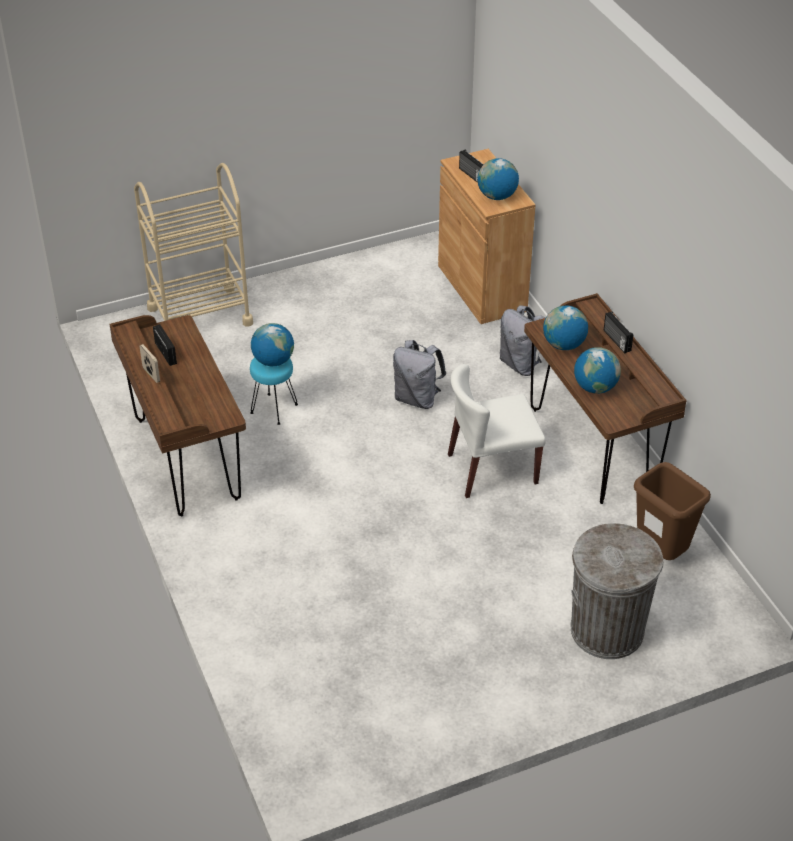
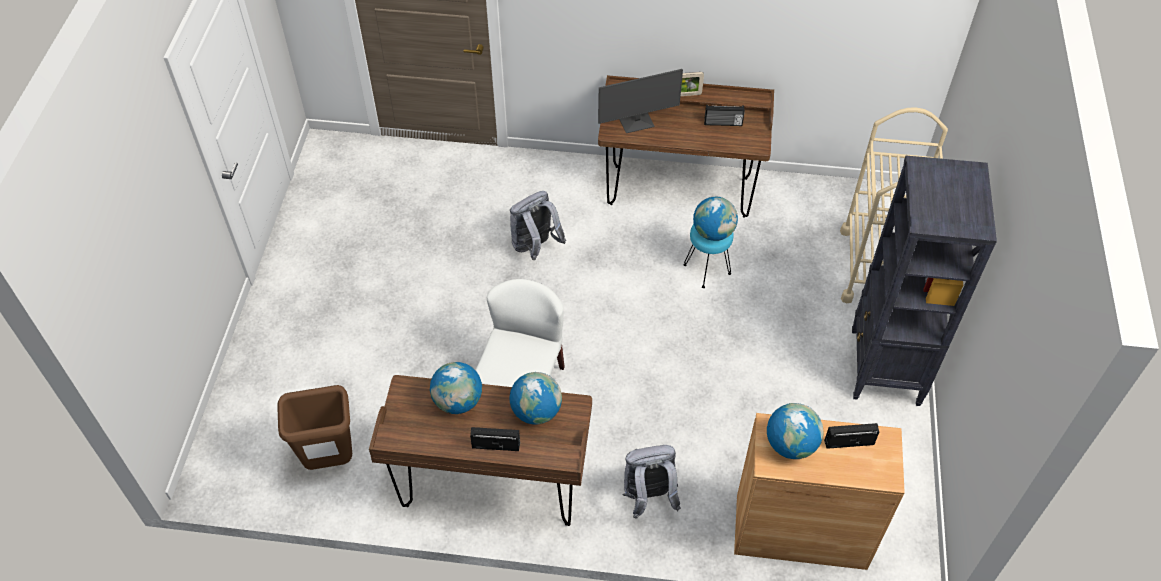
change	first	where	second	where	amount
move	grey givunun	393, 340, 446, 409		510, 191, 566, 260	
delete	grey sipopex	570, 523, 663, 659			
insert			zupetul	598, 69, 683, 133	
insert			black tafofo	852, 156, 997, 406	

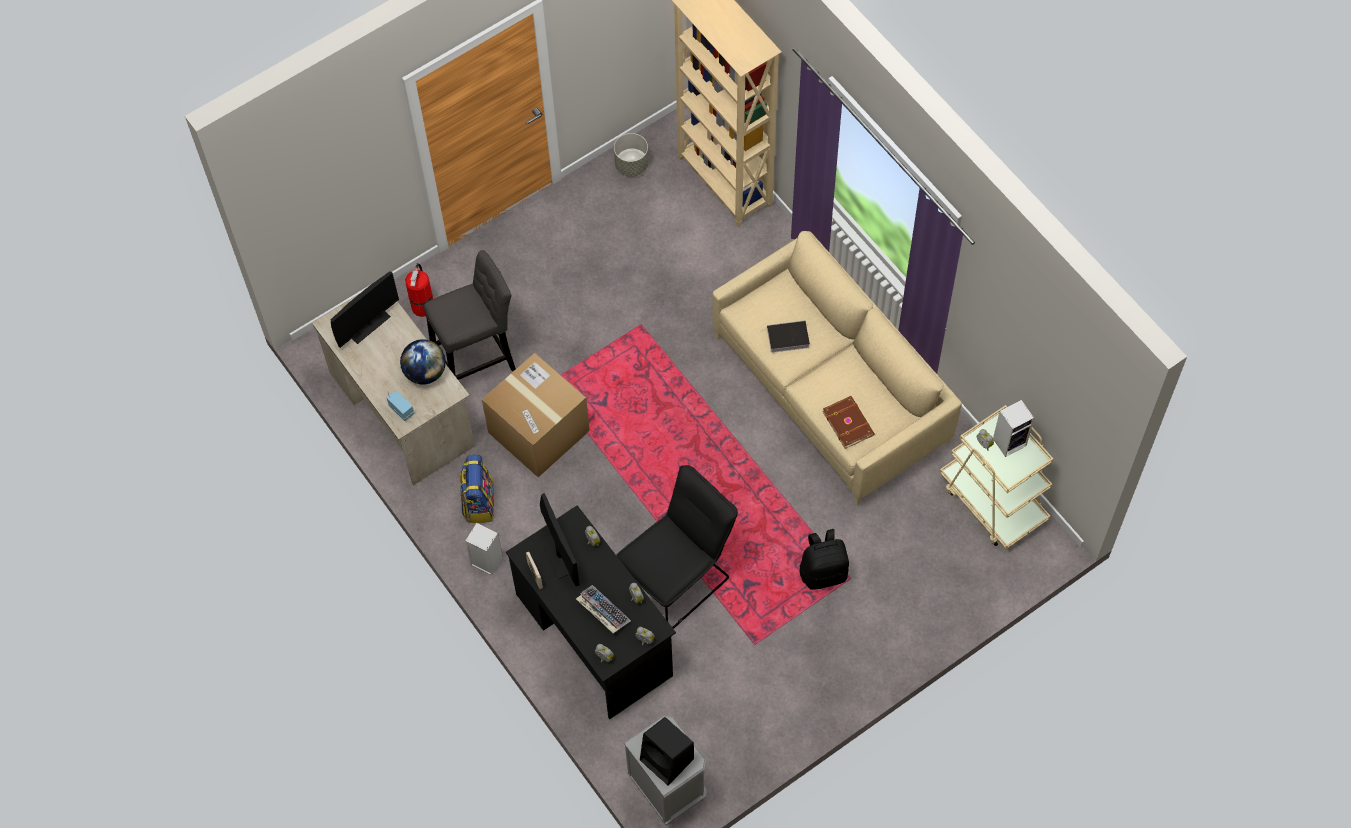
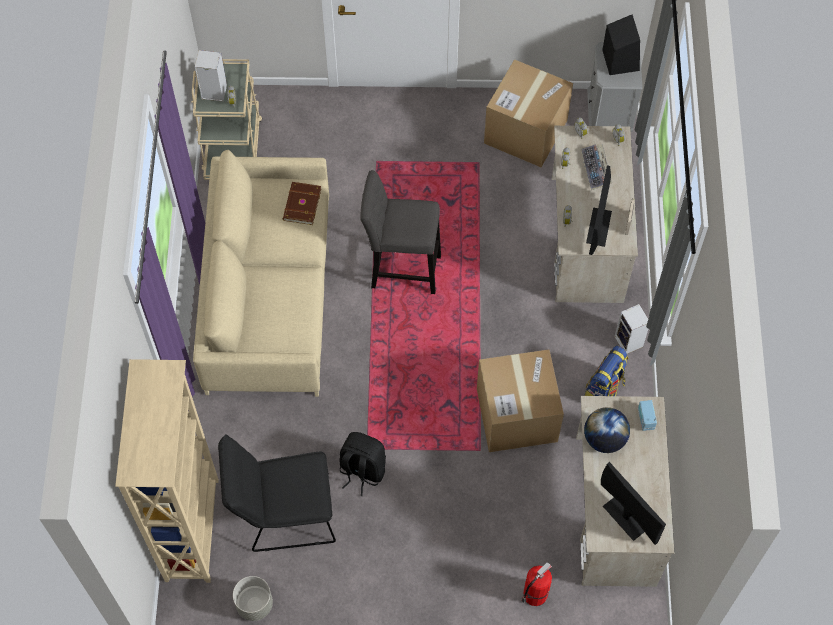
change	first	where	second	where	amount
move	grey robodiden	424, 250, 516, 380		361, 170, 441, 294	
rotate	zupetul	331, 271, 399, 348		601, 462, 666, 545	60 degrees clockwise
delete	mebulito	761, 320, 810, 353			
move	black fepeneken	616, 465, 738, 629		218, 434, 336, 552	
recolor	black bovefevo	506, 505, 676, 719	beige bovefevo	552, 126, 638, 303	
move	black givunun	799, 529, 849, 590		339, 432, 386, 496	
insert			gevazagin	484, 59, 573, 167	

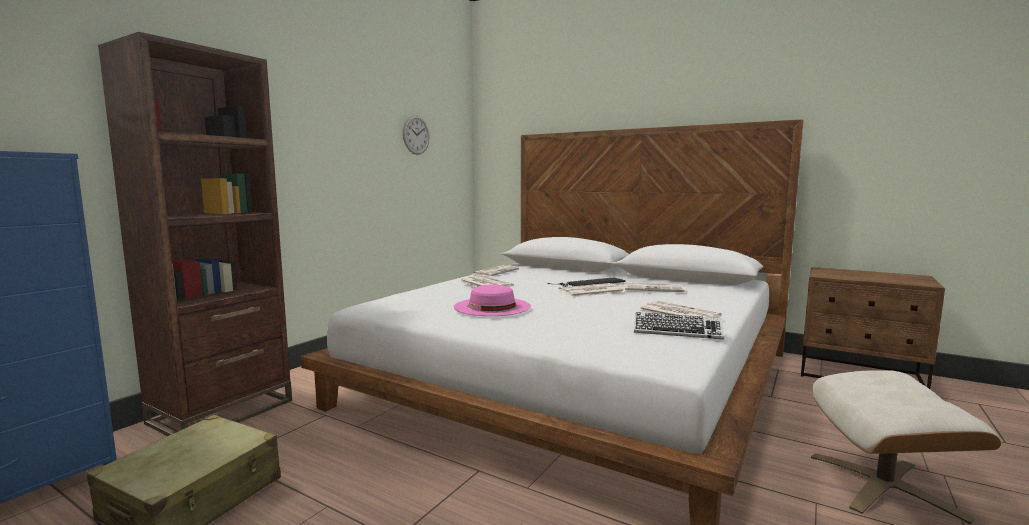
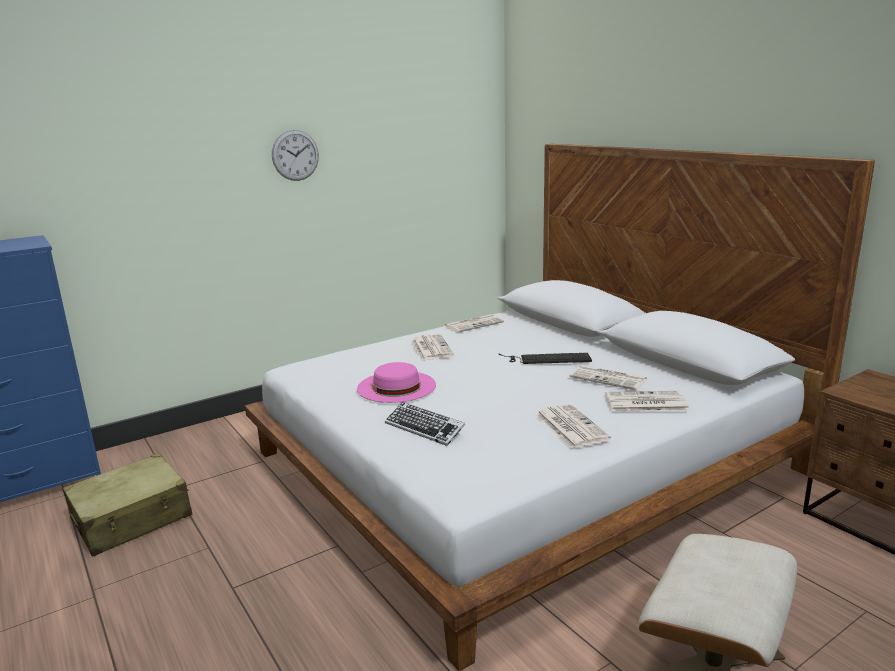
change	first	where	second	where	amount
delete	brown tafofo	98, 32, 292, 436			
move	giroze	403, 115, 430, 155		272, 130, 319, 181	
move	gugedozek	558, 283, 624, 297		606, 391, 690, 412	
move	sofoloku	634, 312, 724, 339		385, 402, 465, 446	

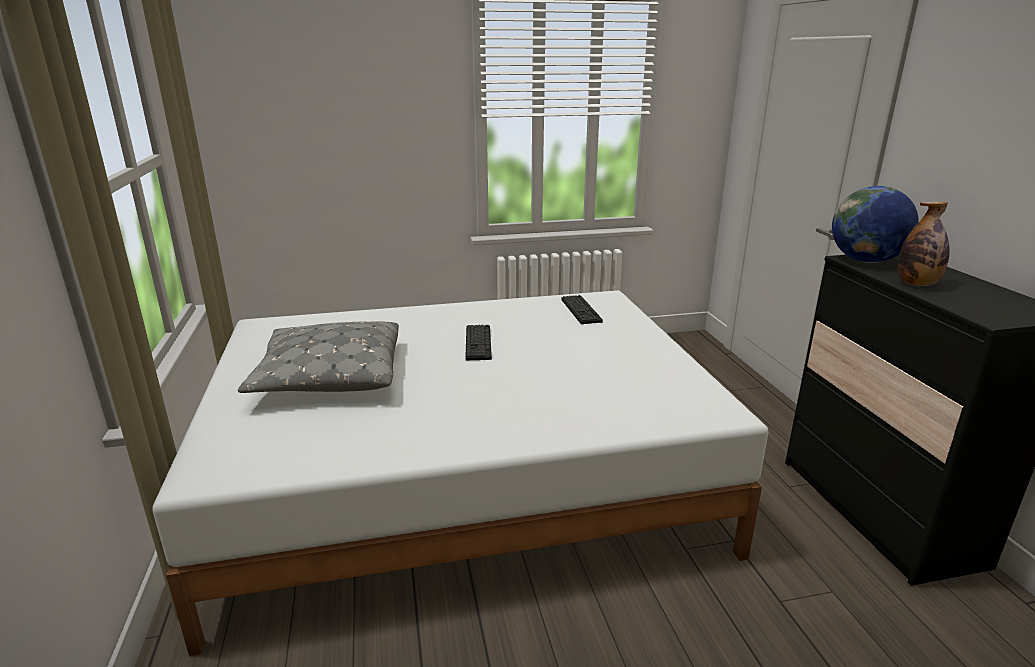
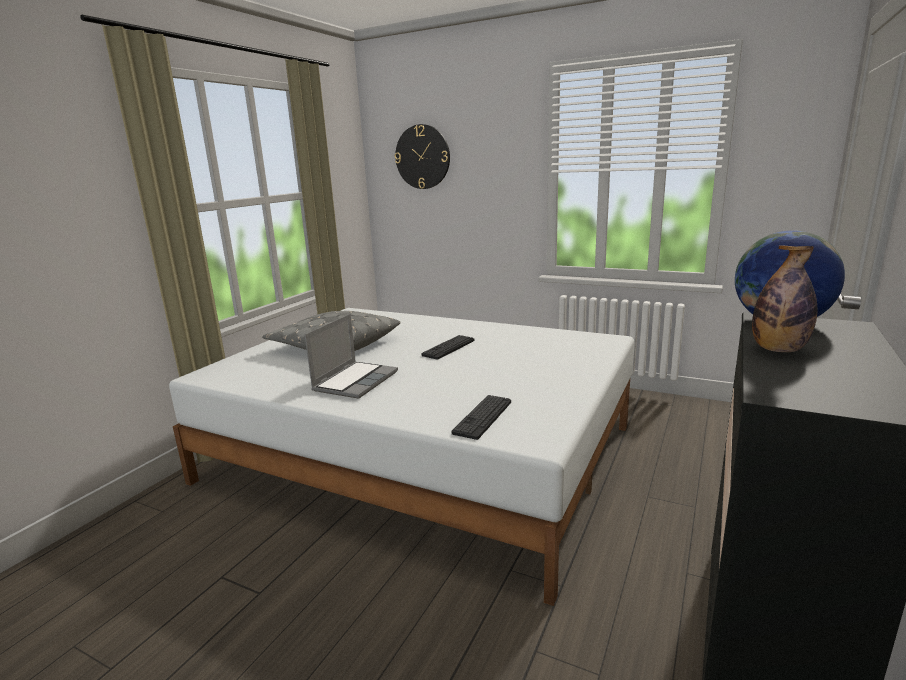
change	first	where	second	where	amount
move	sofoloku	561, 295, 603, 324		452, 395, 511, 440	
insert			giroze	395, 124, 450, 189	
insert			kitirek	305, 314, 398, 399	

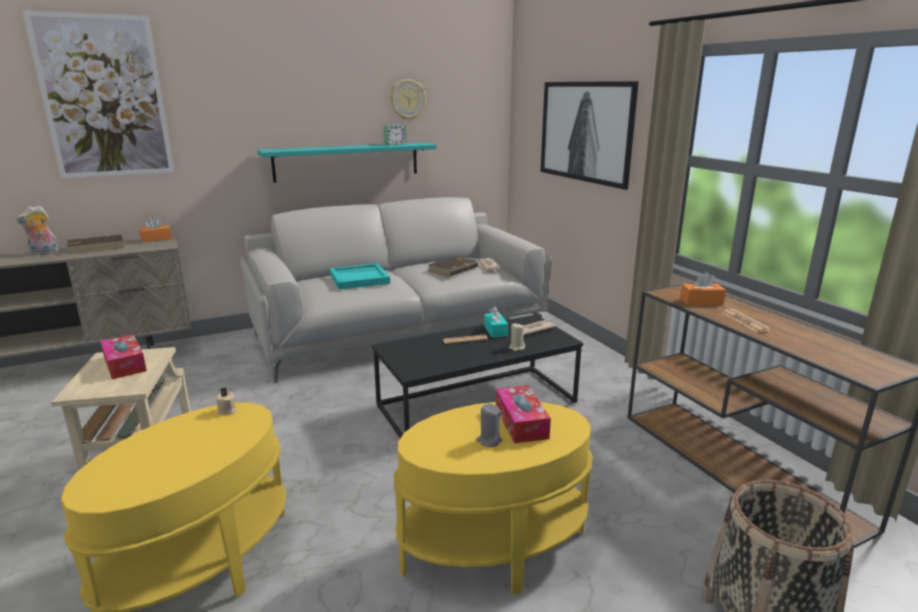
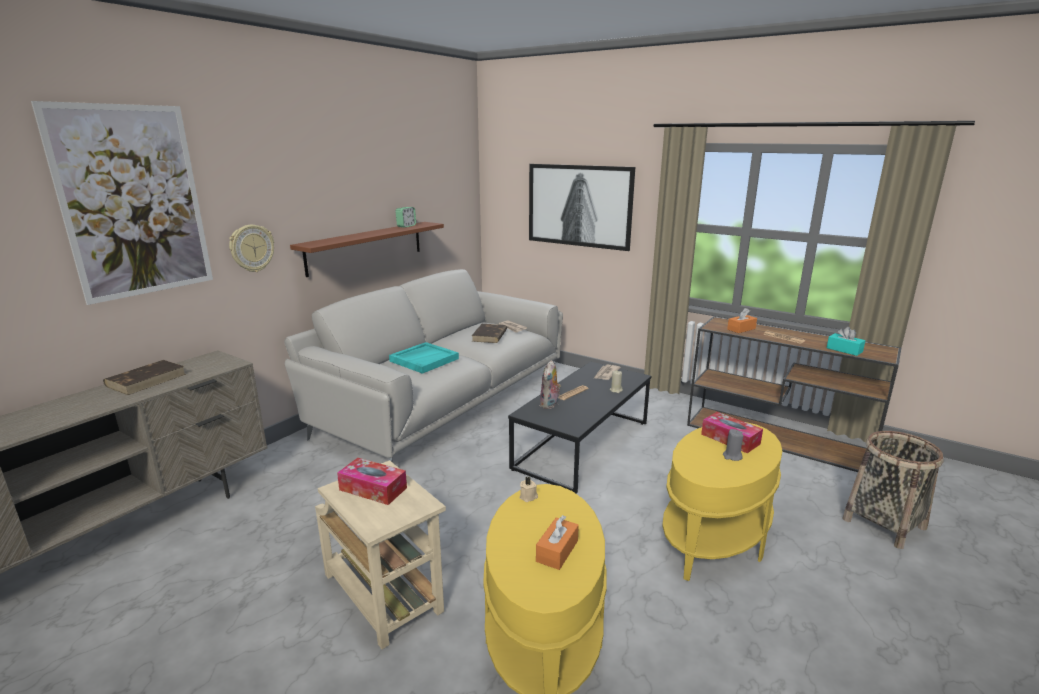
change	first	where	second	where	amount
move	giroze	390, 79, 426, 120		229, 225, 274, 272	
recolor	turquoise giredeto	257, 143, 437, 183	brown giredeto	290, 222, 444, 277	
move	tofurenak	15, 205, 59, 255		540, 360, 561, 409	
move	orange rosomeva	139, 217, 172, 243		536, 515, 579, 570	
move	turquoise rosomeva	484, 306, 508, 338		827, 327, 865, 356	

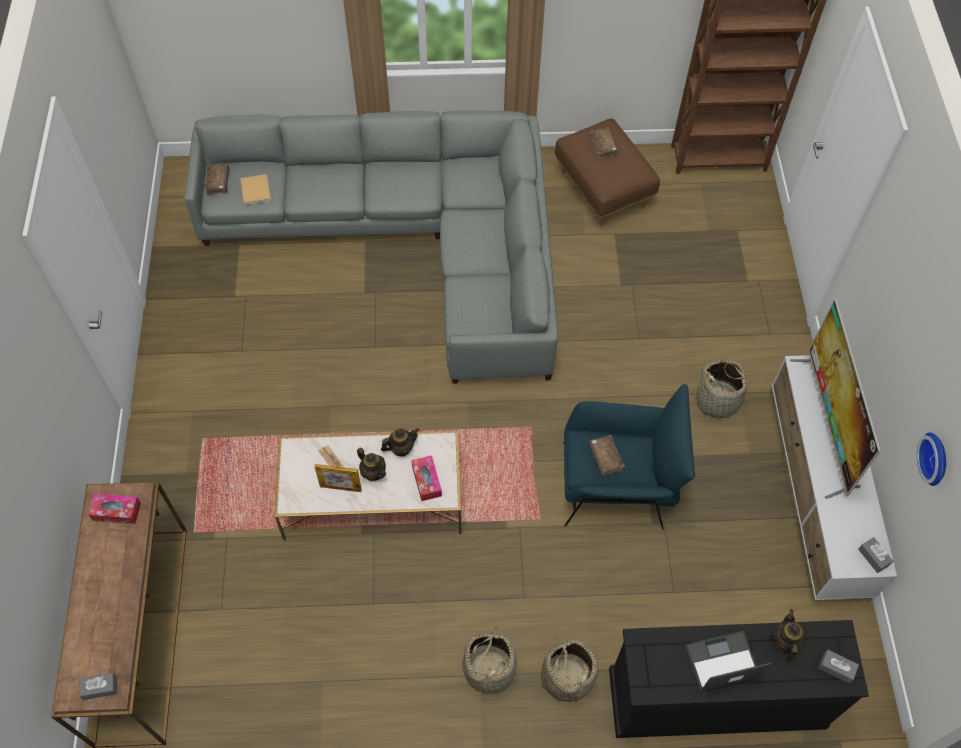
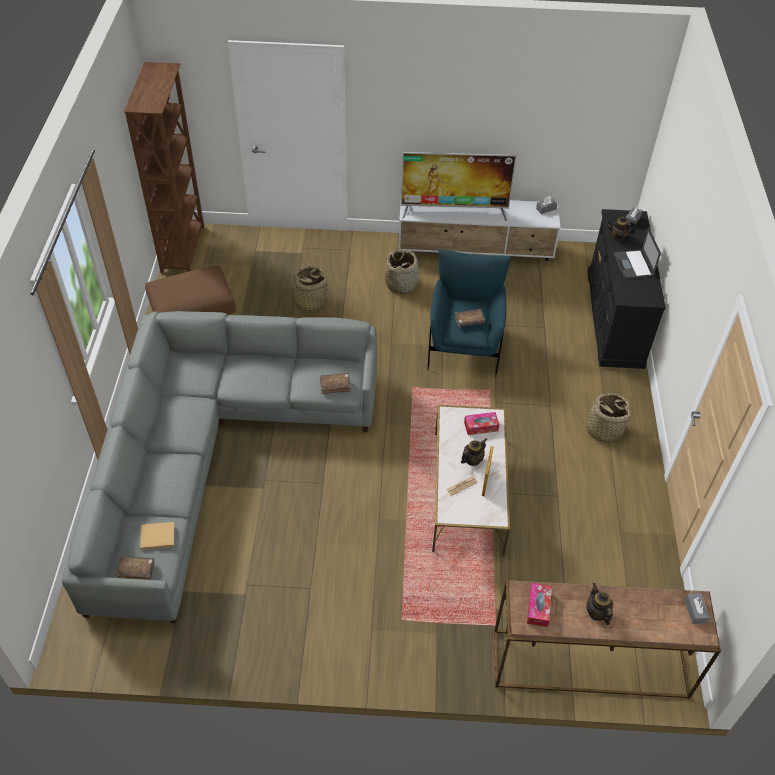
change	first	where	second	where	amount
move	brown mebulito	590, 127, 619, 159		320, 373, 351, 394	
move	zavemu	381, 428, 419, 457		586, 583, 613, 625	
delete	giroze	916, 433, 946, 486			
move	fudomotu	541, 635, 599, 706		285, 266, 330, 312	

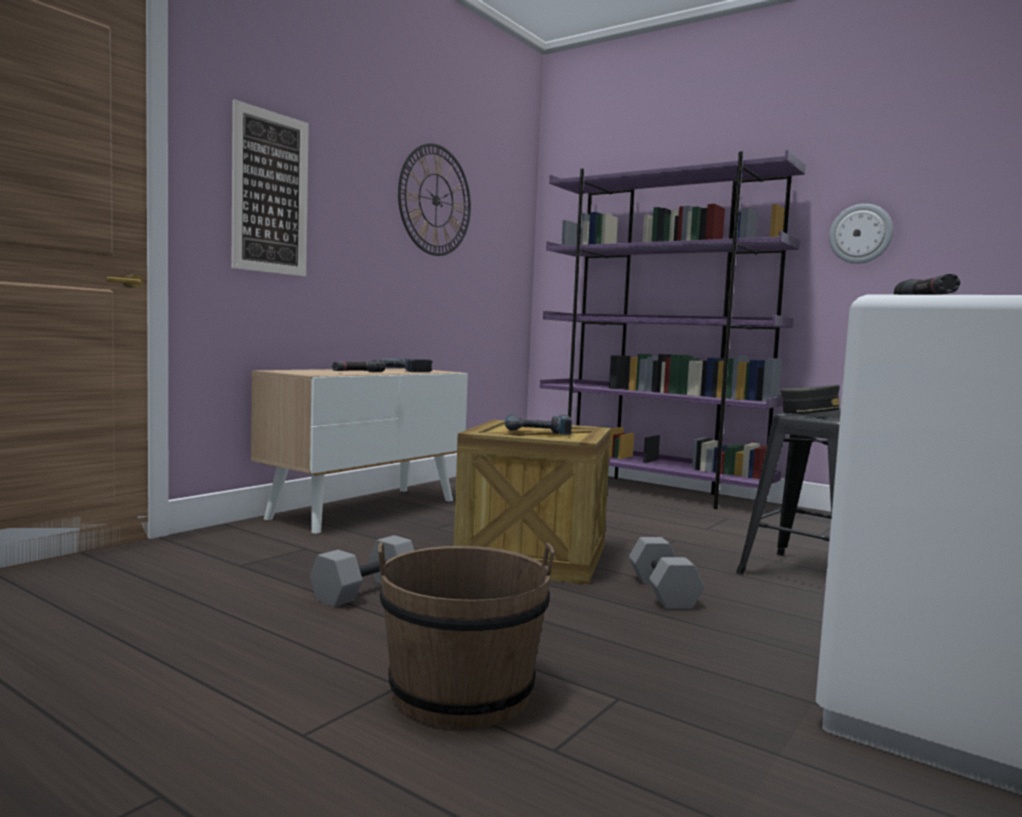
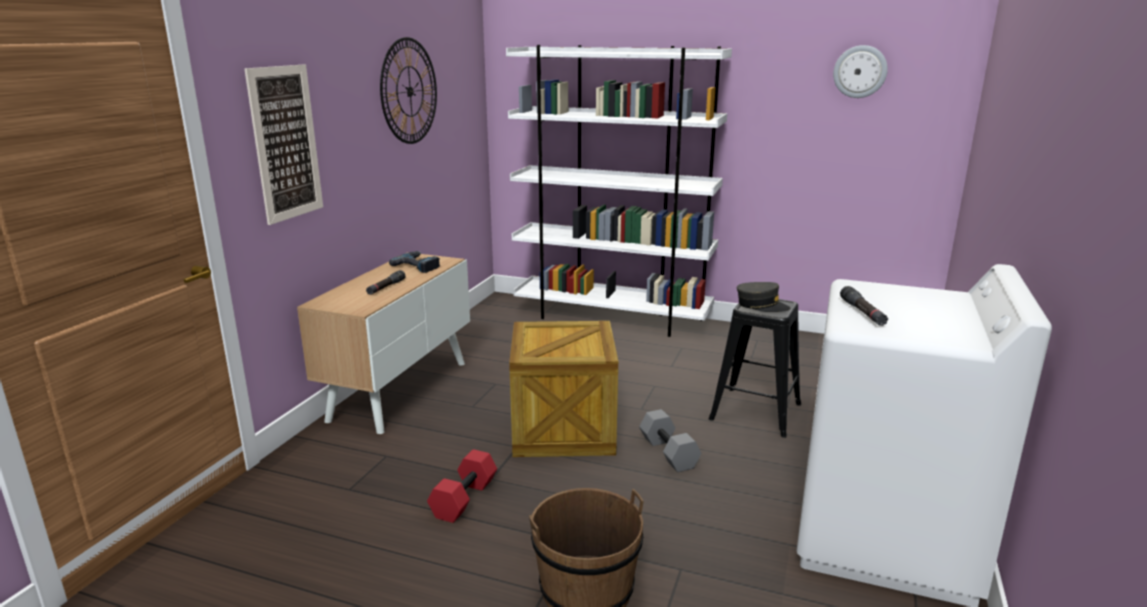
change	first	where	second	where	amount
recolor	purple tafofo	540, 150, 806, 509	white tafofo	506, 45, 732, 337	
move	giroze	829, 204, 893, 264		833, 45, 888, 98	
delete	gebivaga	505, 414, 572, 435			
recolor	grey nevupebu	310, 535, 414, 607	red nevupebu	427, 449, 497, 523	

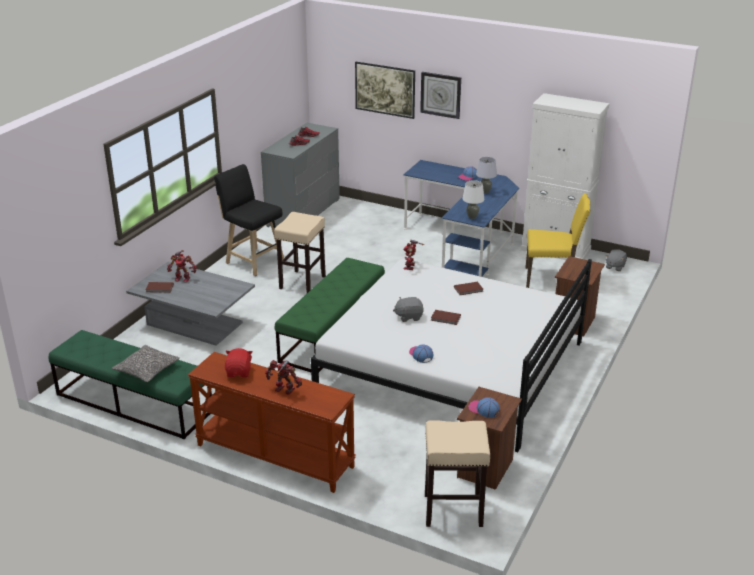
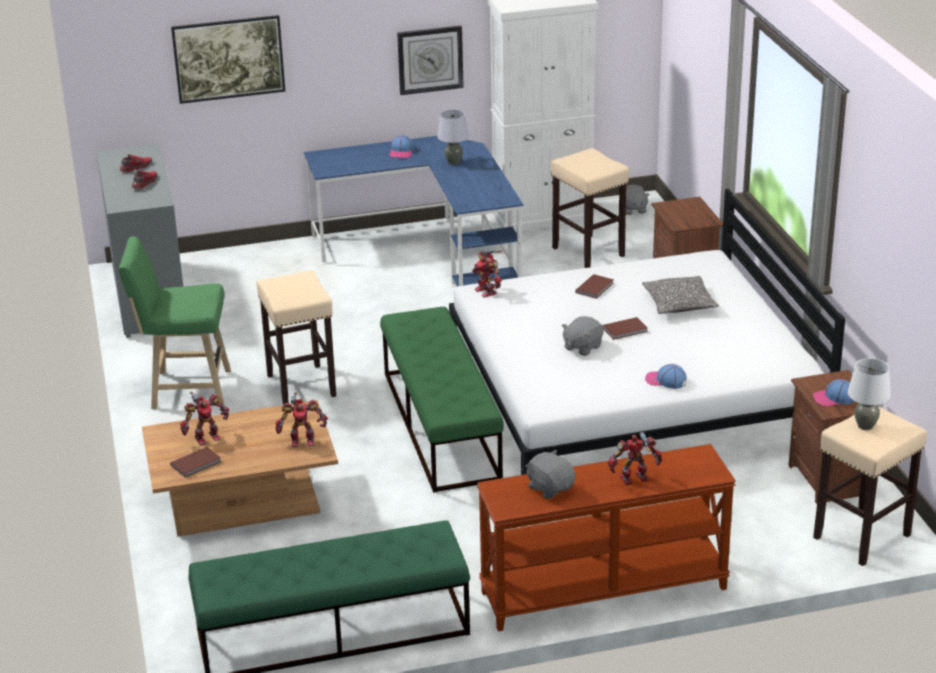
change	first	where	second	where	amount
move	giroze	420, 72, 461, 119		397, 26, 464, 95	
recolor	black robodiden	214, 164, 284, 276	green robodiden	119, 236, 231, 409	
move	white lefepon	462, 180, 484, 219		848, 358, 891, 430	
replace	yellow fepeneken	525, 193, 590, 288	beige robodiden	551, 148, 629, 268	
recolor	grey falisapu	126, 262, 255, 346	brown falisapu	142, 400, 338, 537	
move	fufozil	112, 345, 180, 382		642, 276, 719, 314	
recolor	red tofurenak	225, 348, 253, 377	grey tofurenak	525, 450, 575, 499	
insert			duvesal	275, 392, 328, 447	

